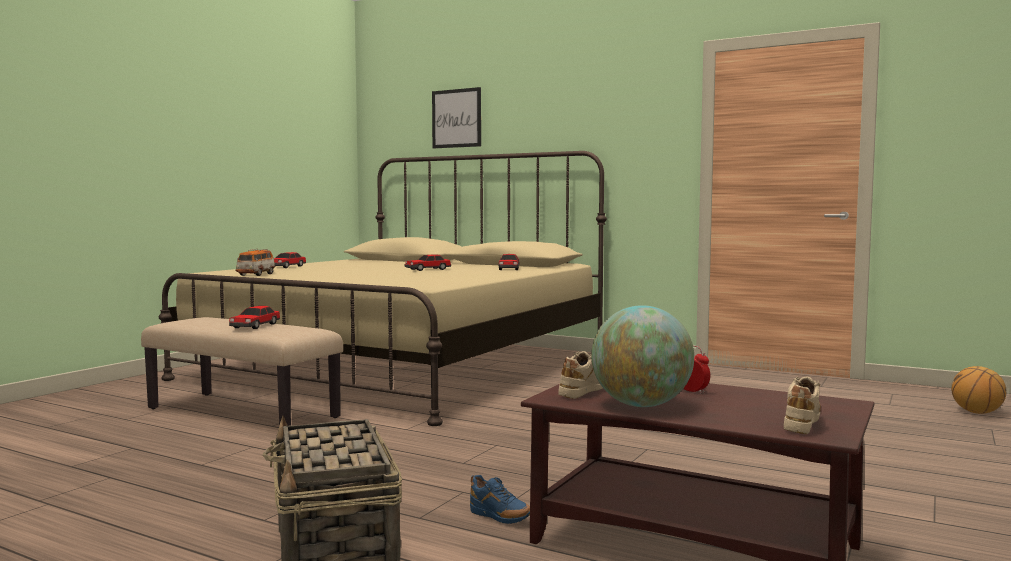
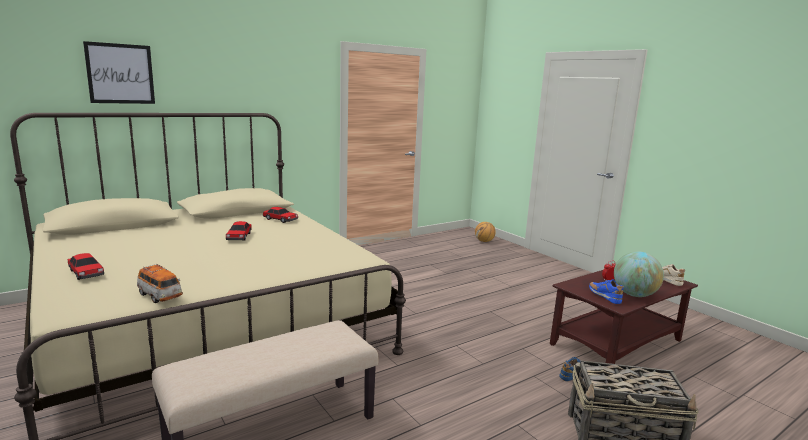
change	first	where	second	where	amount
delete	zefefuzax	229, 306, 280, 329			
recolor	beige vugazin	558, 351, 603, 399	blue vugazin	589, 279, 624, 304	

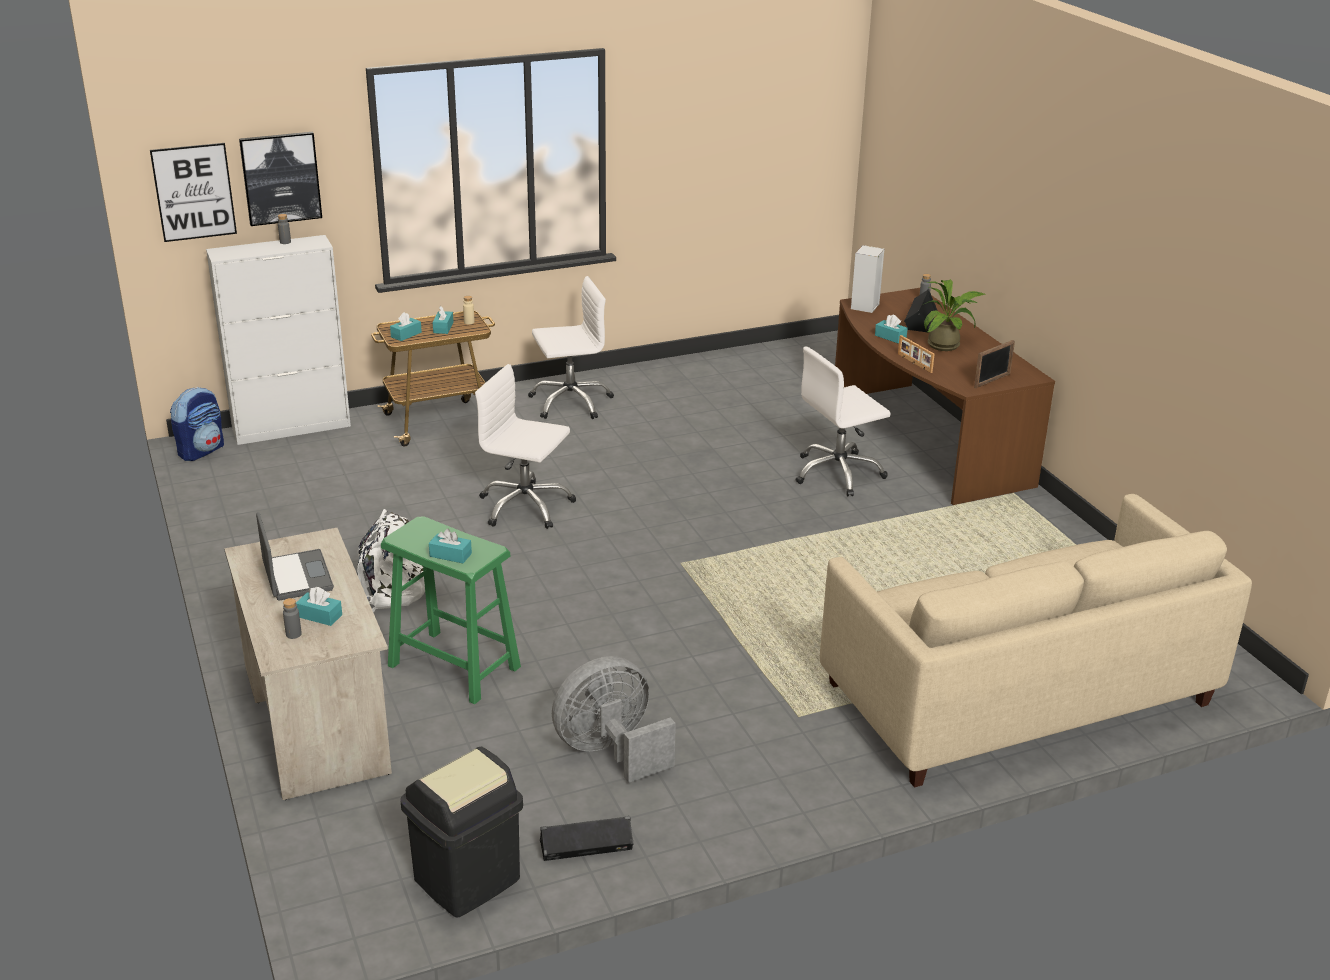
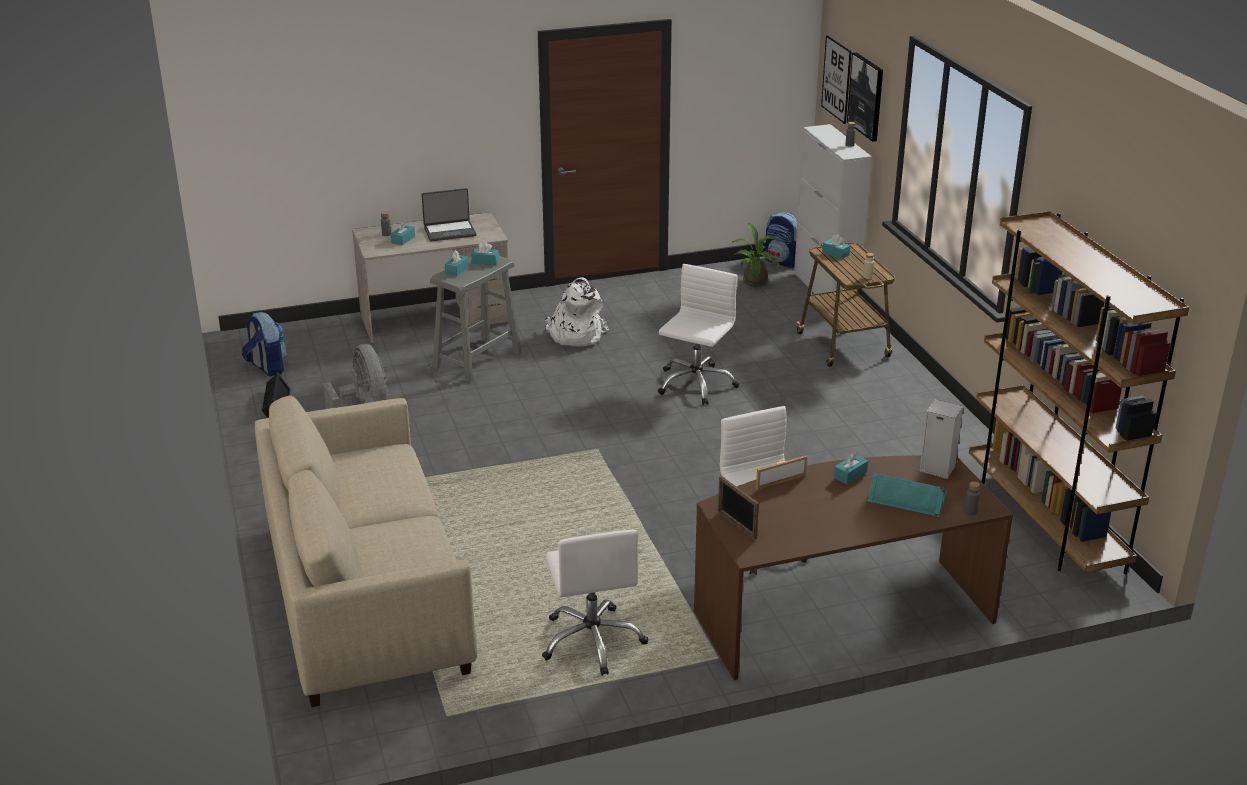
change	first	where	second	where	amount
move	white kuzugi	528, 276, 614, 419		542, 530, 648, 675	
move	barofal	923, 279, 987, 351		732, 222, 781, 286	
recolor	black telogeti	904, 289, 938, 333	turquoise telogeti	868, 472, 946, 517	
move	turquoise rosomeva	433, 306, 454, 334		471, 242, 499, 265	
recolor	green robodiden	381, 516, 521, 704	grey robodiden	430, 256, 522, 382	
replace	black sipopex	400, 747, 523, 917	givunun	242, 312, 287, 376	
insert			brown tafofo	969, 211, 1189, 574	

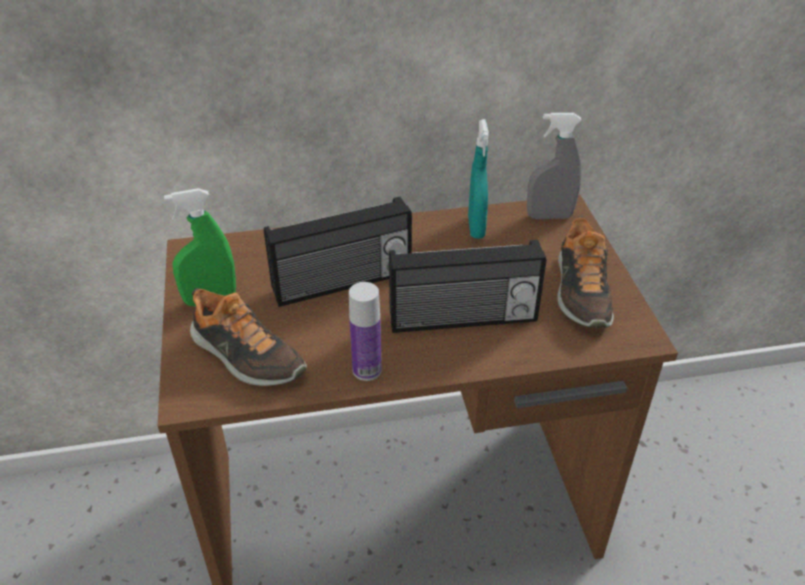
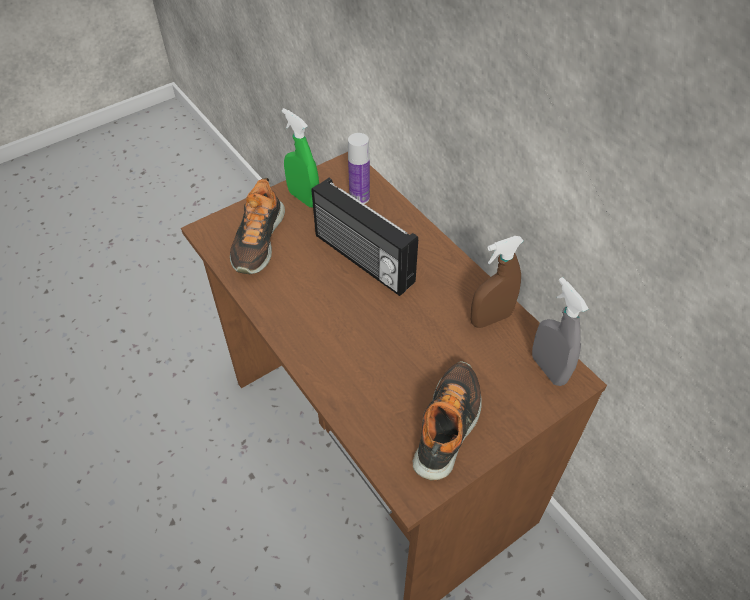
change	first	where	second	where	amount
recolor	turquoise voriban	468, 119, 489, 239	brown voriban	471, 236, 524, 328	
rotate	vugazin	557, 216, 614, 328		413, 361, 482, 480	135 degrees clockwise
delete	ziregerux	389, 240, 547, 333			
move	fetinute	349, 282, 382, 381		348, 133, 370, 204	

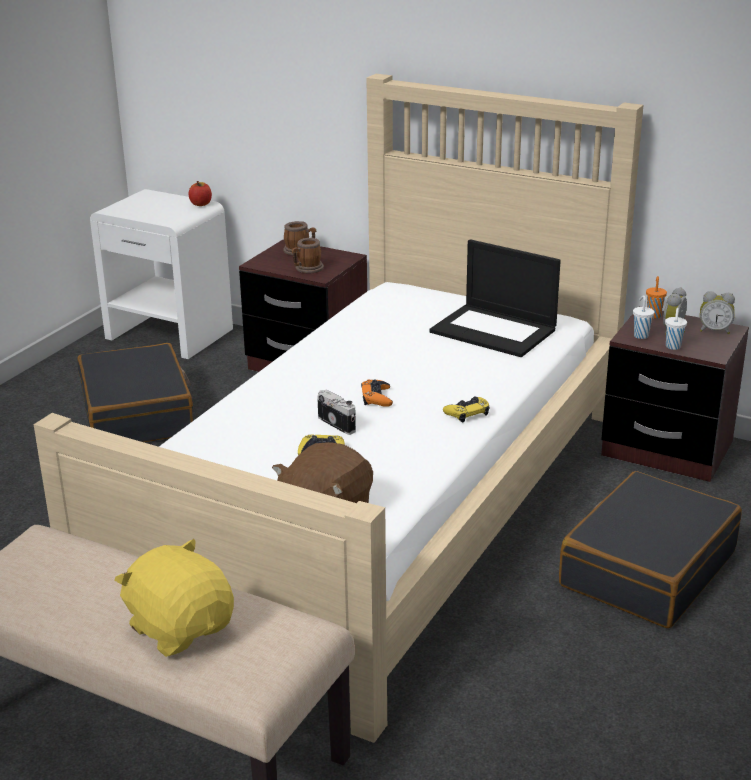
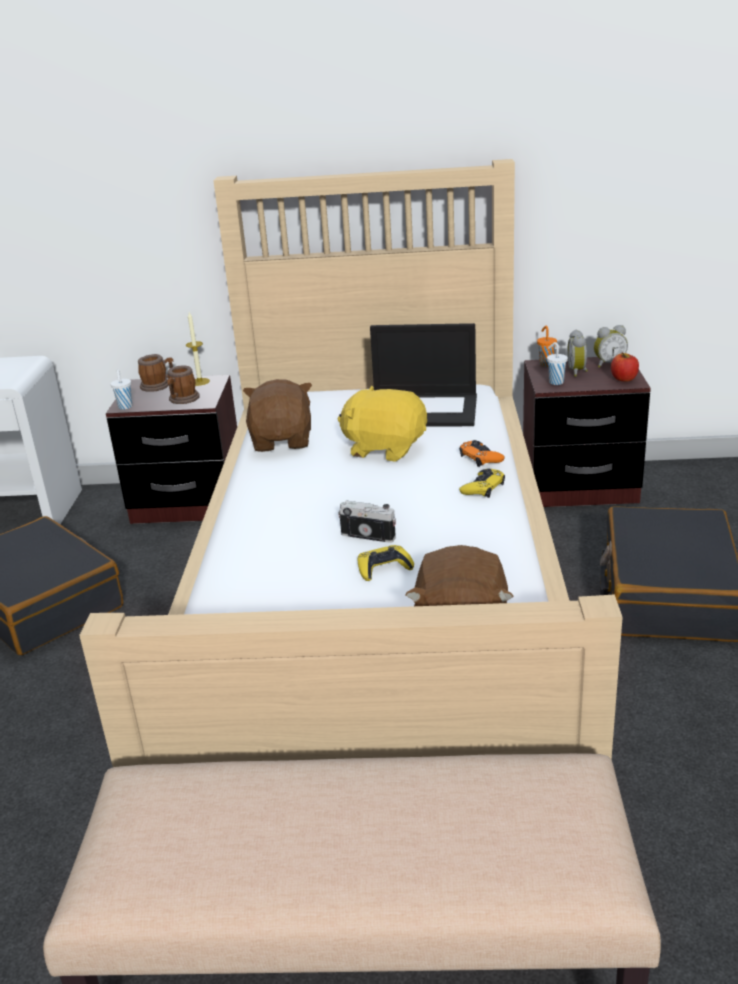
change	first	where	second	where	amount
move	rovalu	189, 181, 212, 206		611, 352, 639, 382	
move	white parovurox	665, 308, 687, 350		111, 369, 132, 410	
move	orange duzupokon	361, 379, 393, 407		459, 440, 505, 467	
move	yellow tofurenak	114, 539, 234, 657		338, 386, 427, 462	
insert			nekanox	186, 312, 210, 386	
insert			brown tofurenak	243, 379, 312, 452	

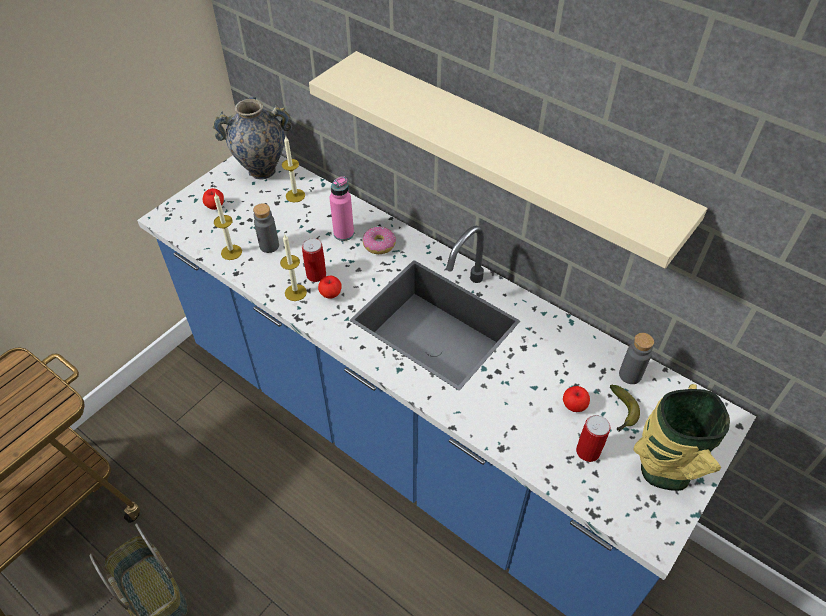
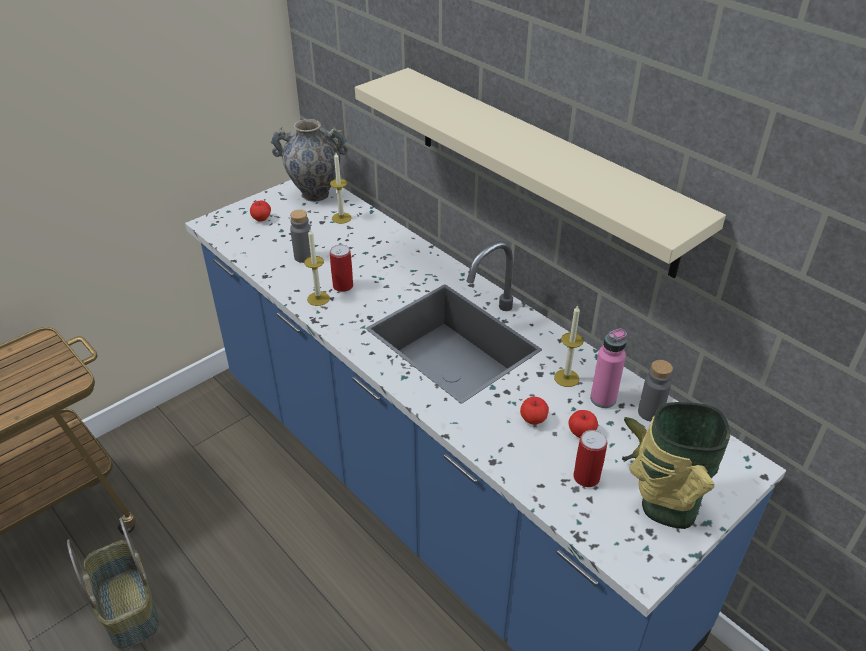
change	first	where	second	where	amount
move	pink fetinute	329, 176, 354, 241		590, 329, 627, 408	
move	nekanox	214, 193, 242, 260		554, 305, 584, 387	
delete	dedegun	362, 226, 396, 254			
move	rovalu	318, 276, 342, 299		520, 397, 549, 425	

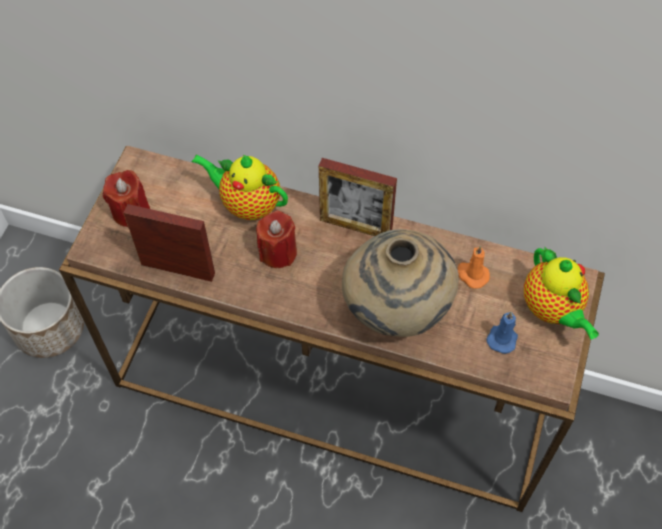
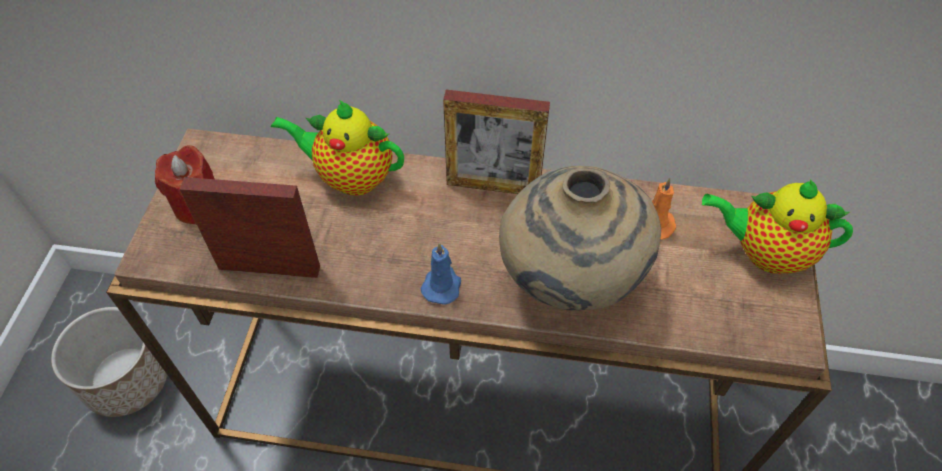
change	first	where	second	where	amount
delete	red nekanox	256, 211, 297, 268			
rotate	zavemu	524, 246, 599, 339		702, 180, 853, 274	135 degrees clockwise
move	blue nekanox	486, 311, 518, 354		421, 243, 461, 305	

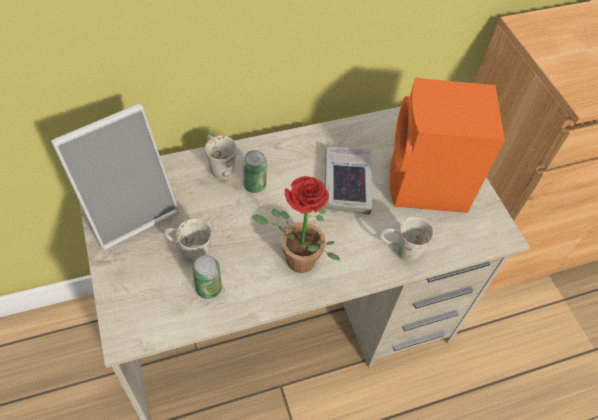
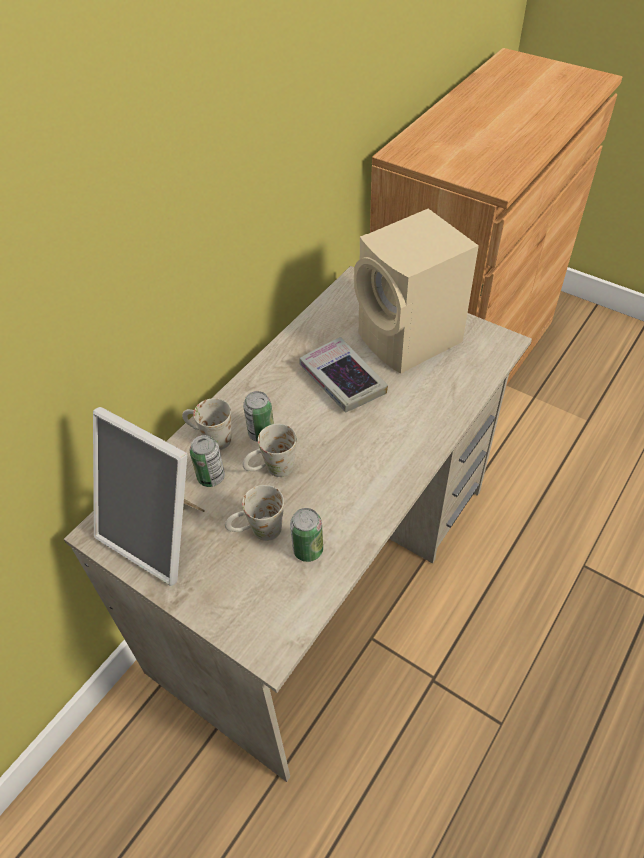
change	first	where	second	where	amount
recolor	orange telogeti	390, 77, 505, 213	beige telogeti	354, 209, 479, 374	
rotate	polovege	51, 104, 179, 250		93, 407, 205, 586	105 degrees clockwise
delete	barofal	251, 176, 340, 273			
move	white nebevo	379, 217, 434, 262		243, 424, 297, 477	
insert			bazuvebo	190, 435, 225, 487	

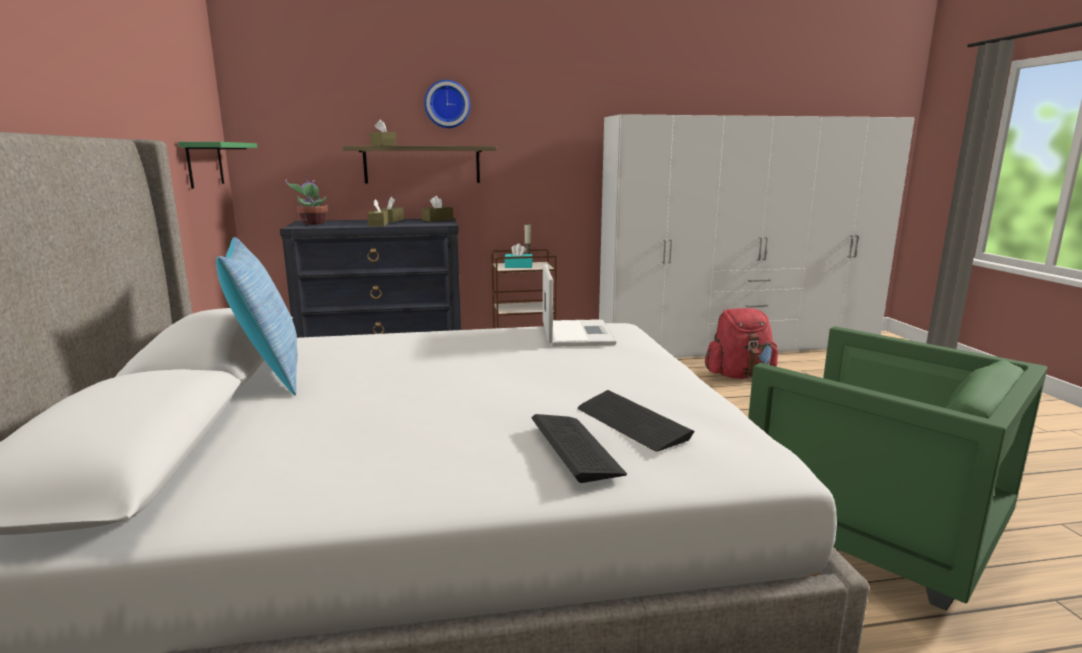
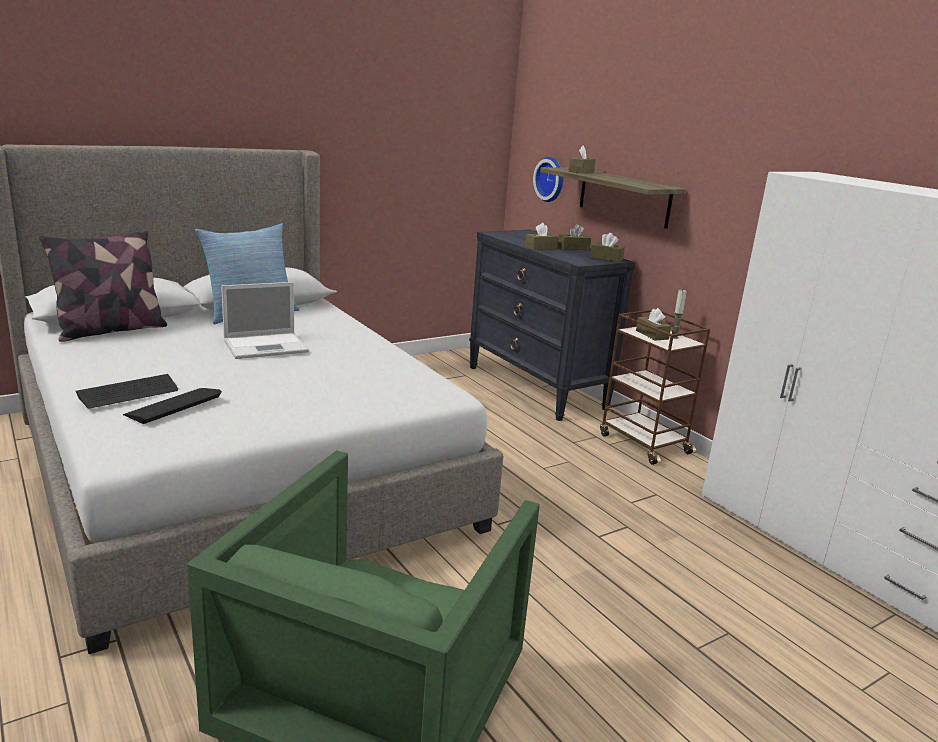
change	first	where	second	where	amount
move	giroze	424, 80, 471, 128		533, 157, 563, 202	
delete	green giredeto	178, 142, 257, 189			
delete	barofal	285, 175, 328, 225			
recolor	turquoise rosomeva	504, 243, 532, 268	brown rosomeva	636, 308, 671, 341	
move	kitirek	543, 264, 617, 347		221, 282, 309, 359	
delete	red givunun	705, 308, 778, 379			
insert			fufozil	39, 230, 167, 342	

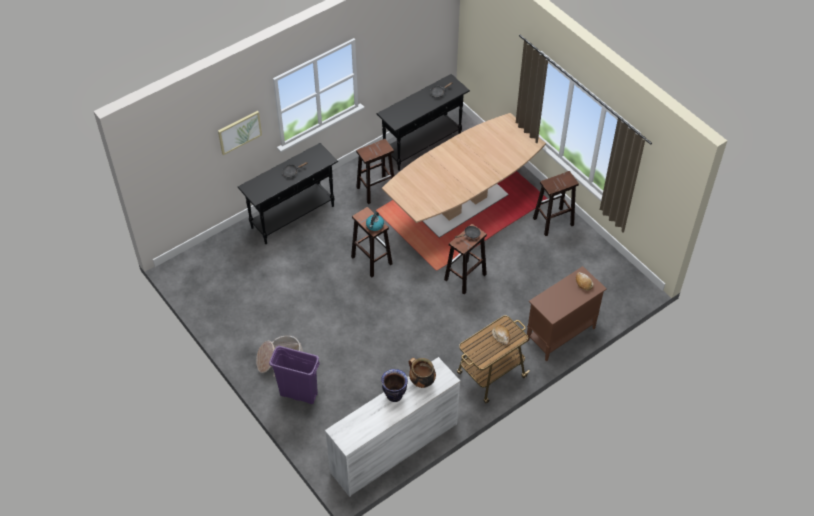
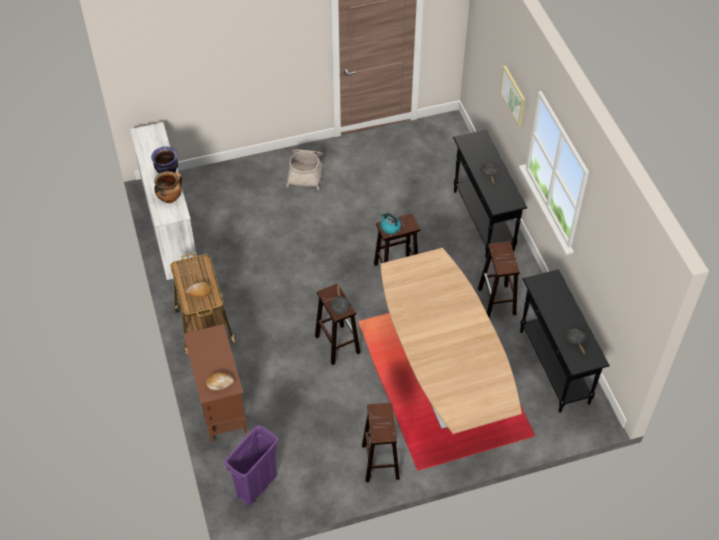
change	first	where	second	where	amount
move	purple sipopex	269, 346, 320, 404		224, 425, 279, 506	

